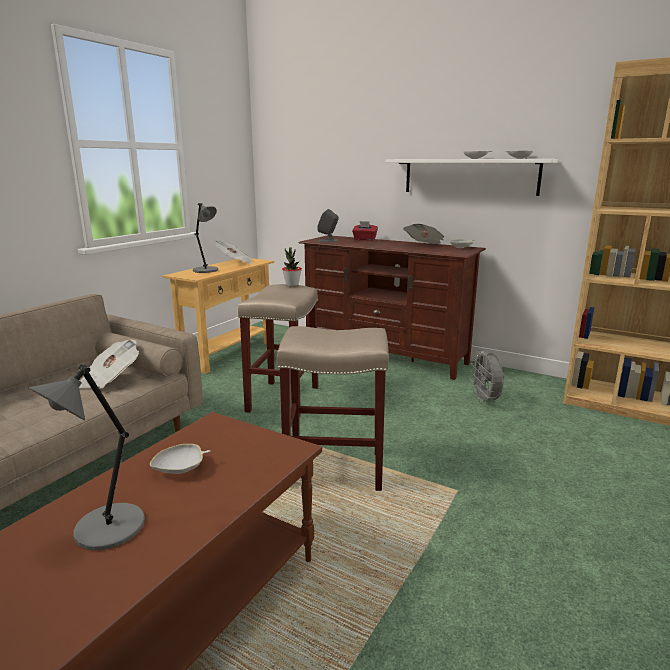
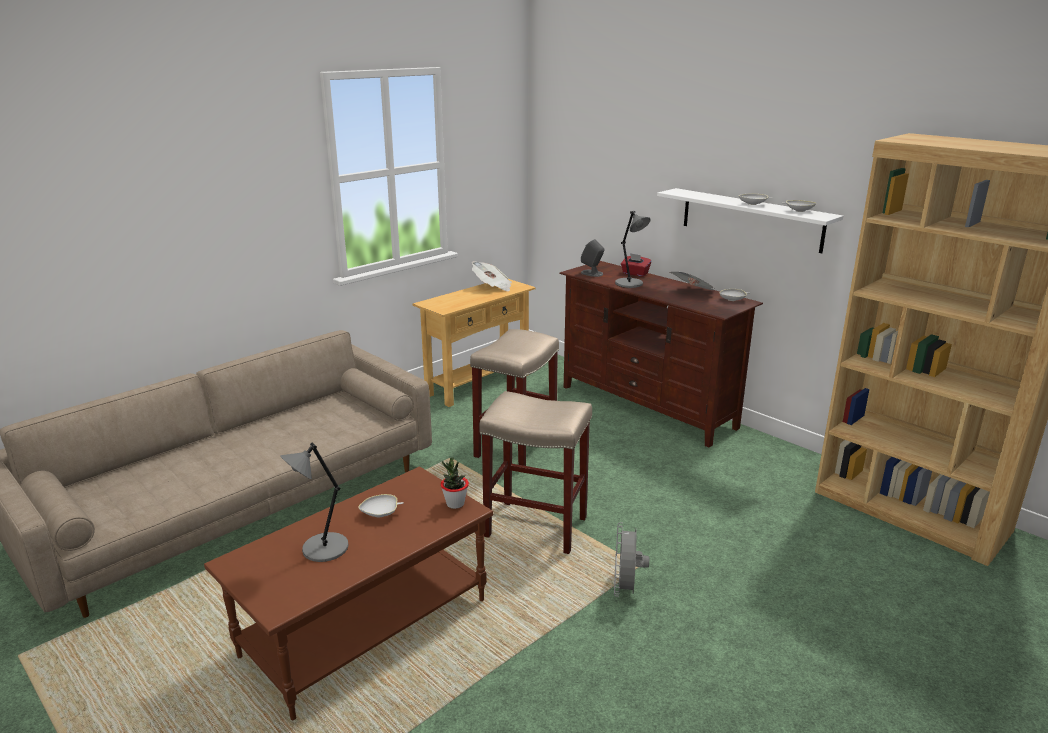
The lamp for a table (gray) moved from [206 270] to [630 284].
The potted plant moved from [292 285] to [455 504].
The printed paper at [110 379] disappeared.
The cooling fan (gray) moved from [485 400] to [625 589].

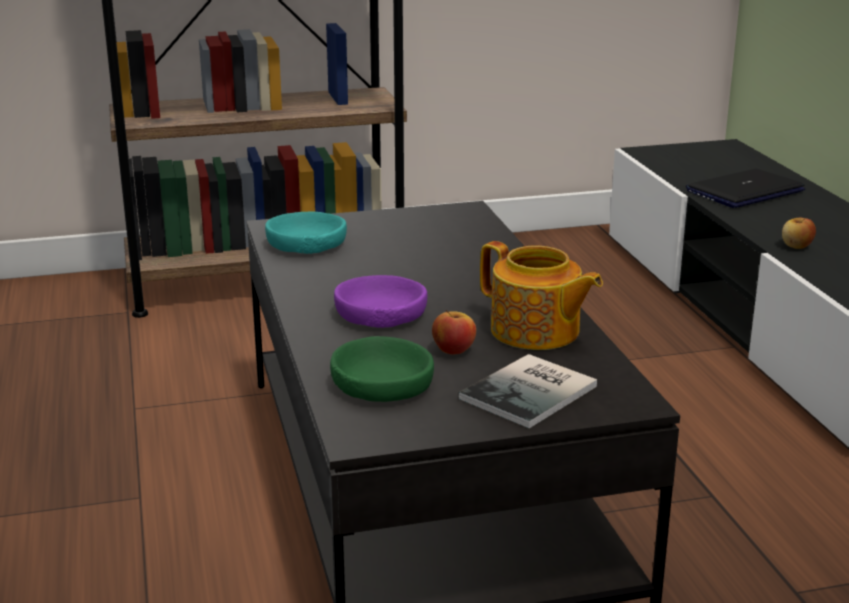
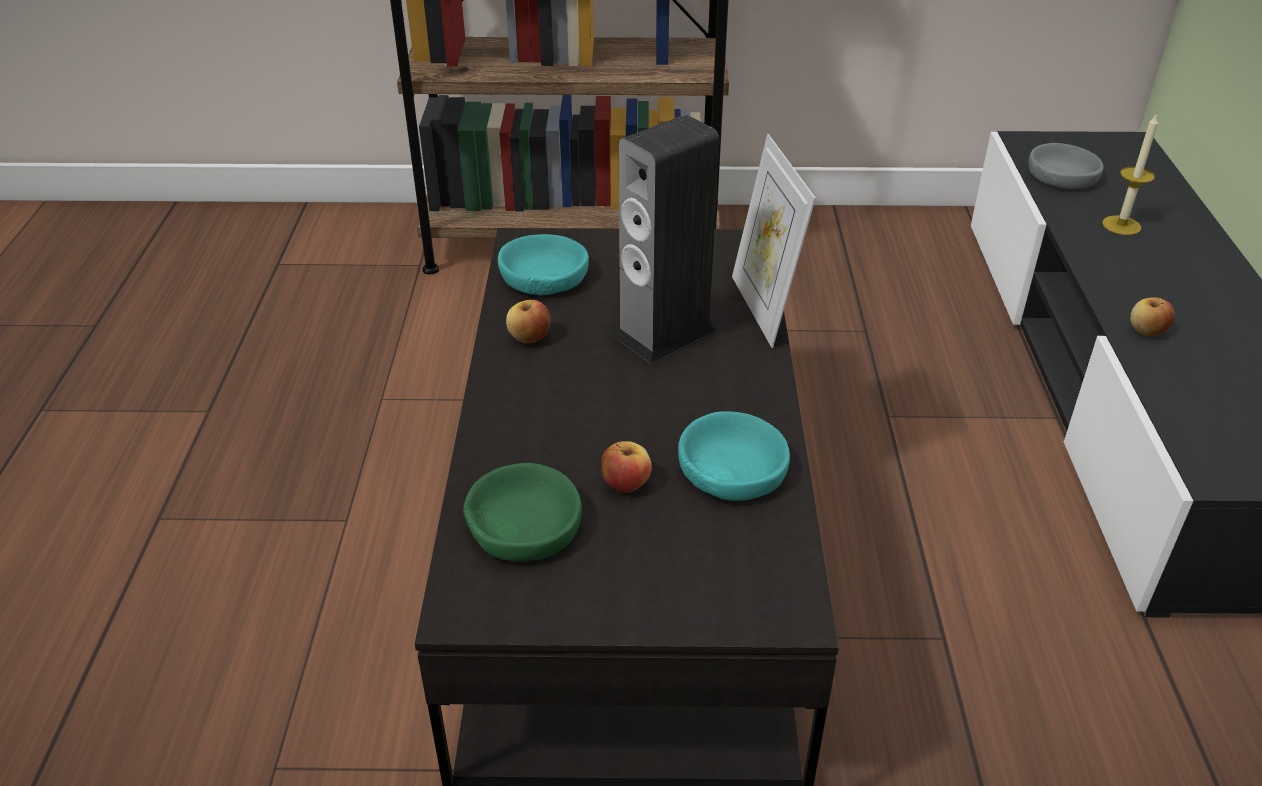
The laptop at [745 191] was replaced by the wax light at [1121 225].
The teapot at [536 332] was replaced by the deep dish (turquoise-coloured) at [732 469].
The deep dish (purple-coloured) at [381 313] disappeared.
The volume at [533 392] disappeared.
The speaker at [664 333] appeared.
The picture frame at [764 309] appeared.
The deep dish (gray) at [1062 176] appeared.
The whole apple at [529 337] appeared.

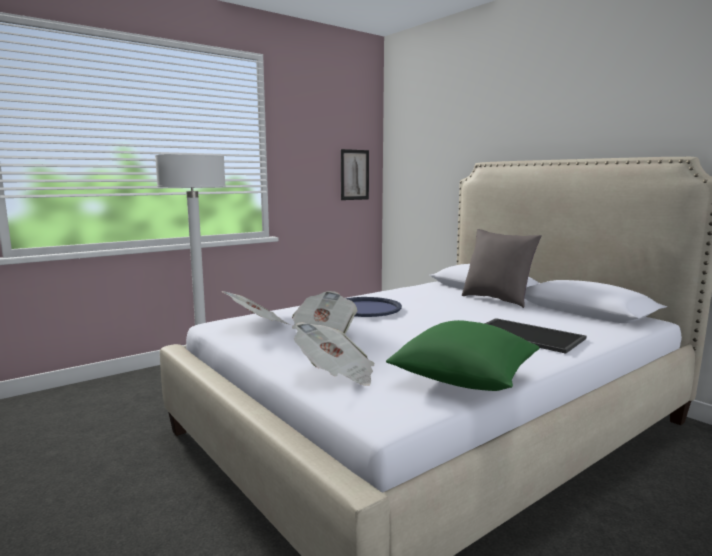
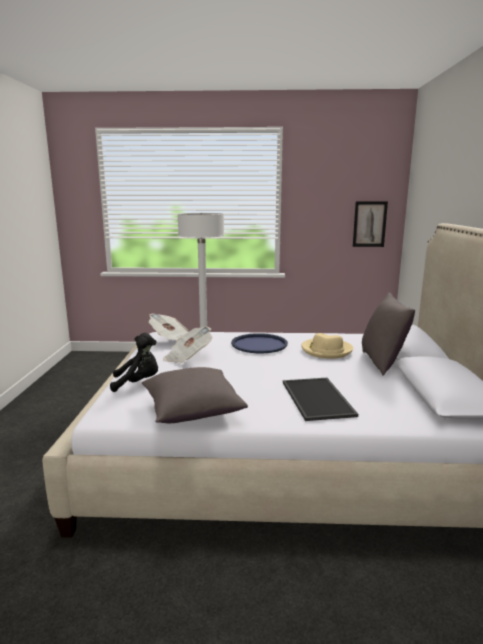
The cushion (green) at [463 379] became the cushion (gray) at [192 411].
The printed paper at [336 374] was replaced by the cuddly toy (black) at [138 383].
The wearable hat (sand-coloured) at [326 350] appeared.

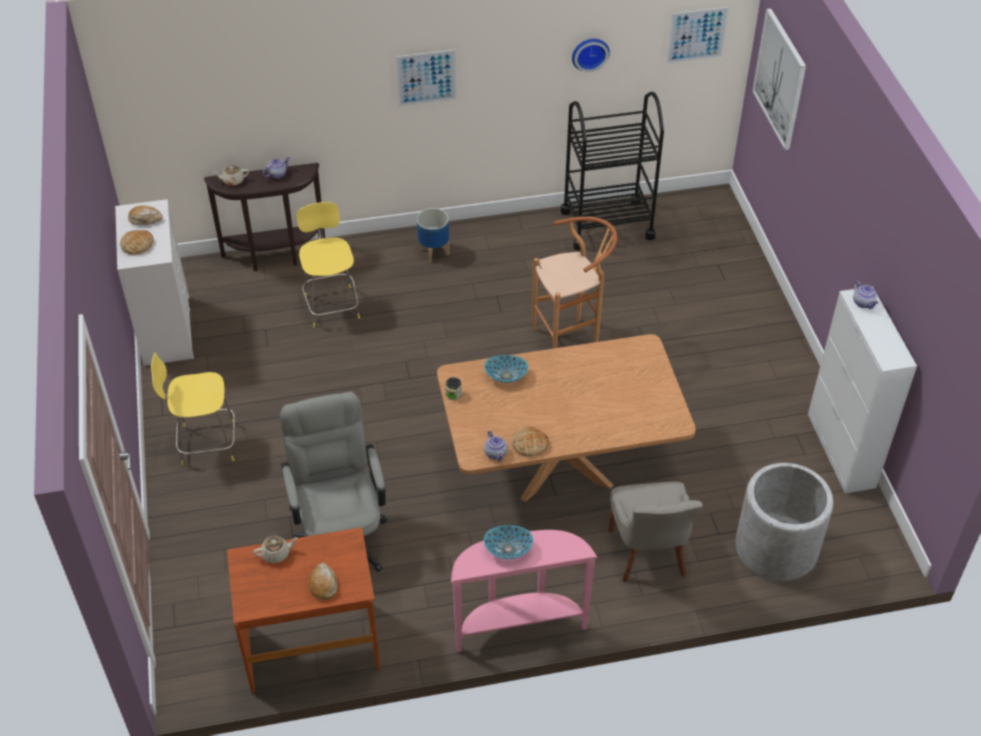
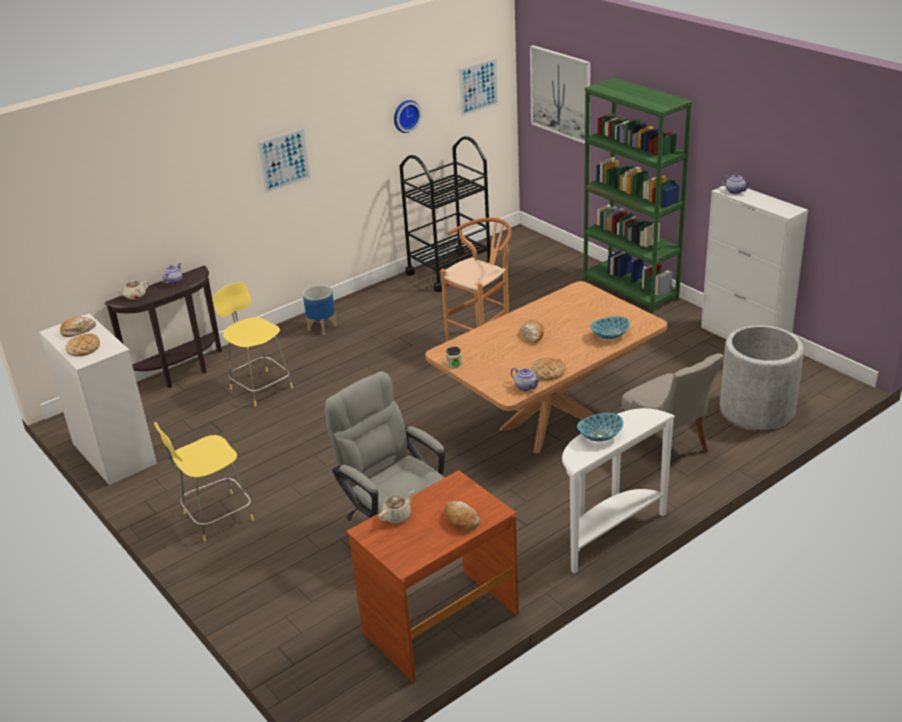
The deep dish moved from [506 376] to [609 335].
The narrow table (pink) at [518 625] became the narrow table (whitish) at [608 534].
The bookshelf (green) at [630 290] appeared.
The bread at [532 335] appeared.

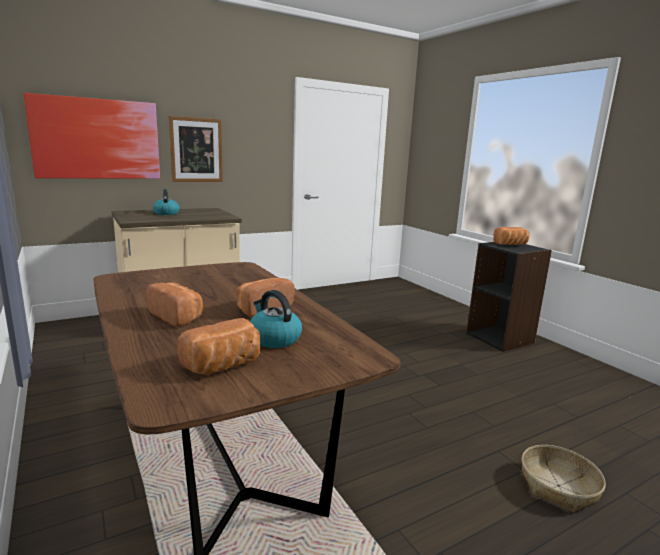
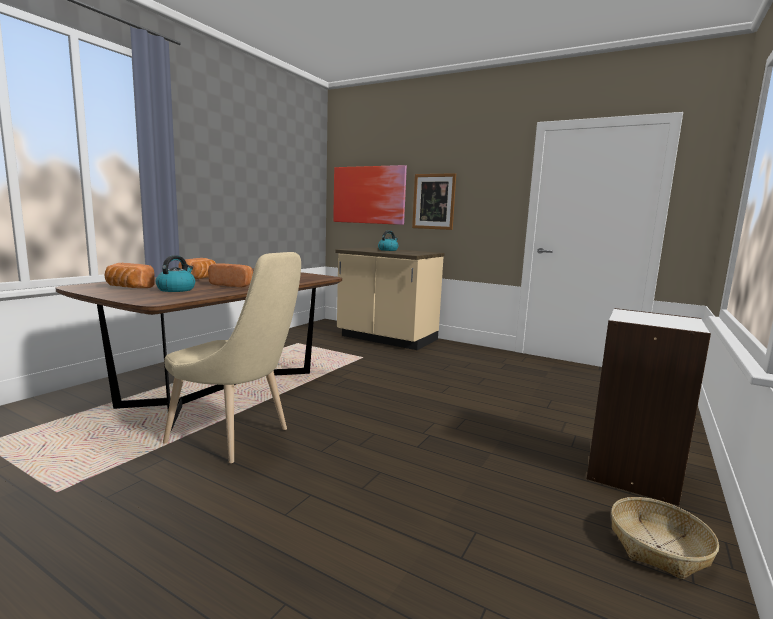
The bread at [511 244] disappeared.
The bookshelf (black) at [500 338] became the bookshelf (whitish) at [633 473].
The household basket moved from [558 486] to [658 547].
The plain chair (sand-coloured) at [235 437] appeared.

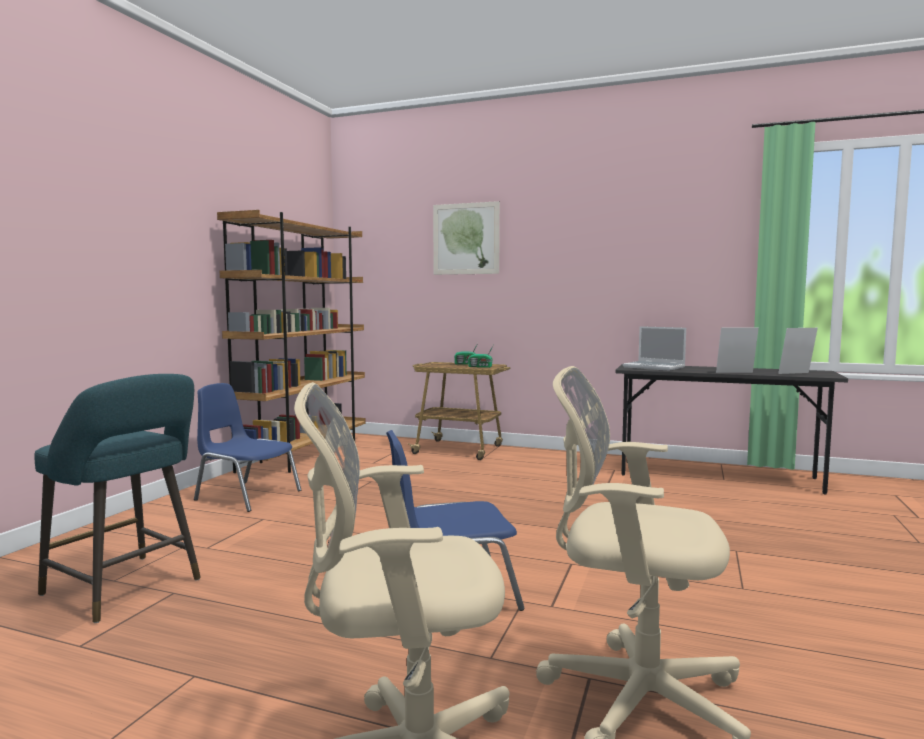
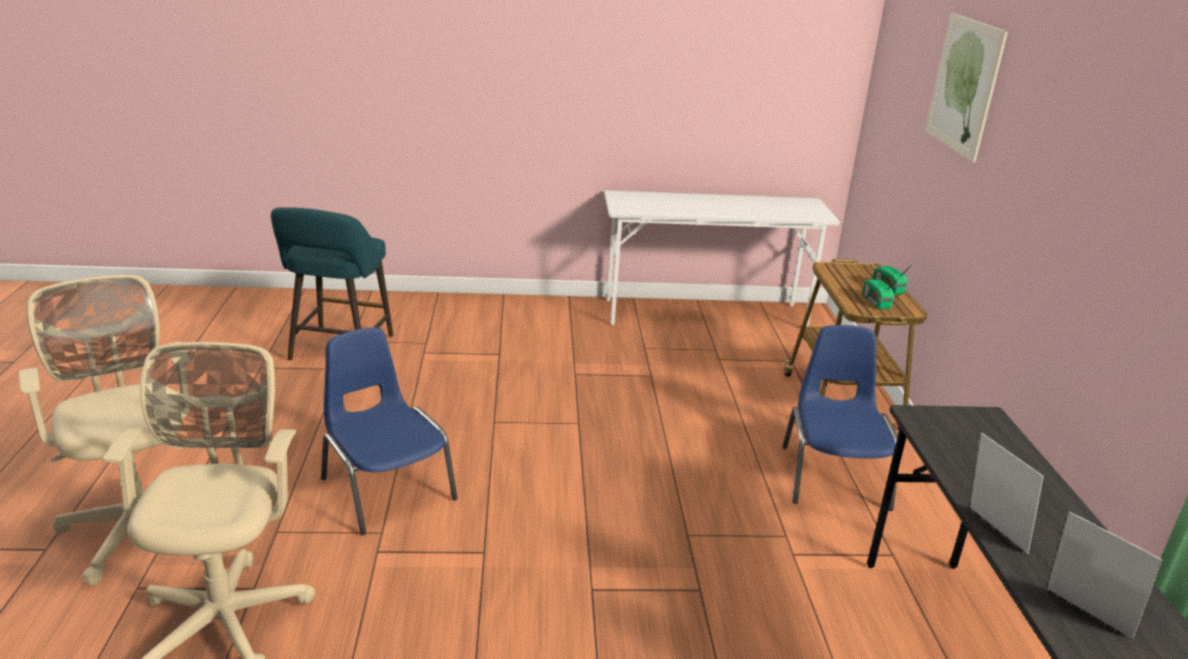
The bookshelf (brown) at [304 455] was replaced by the desk unit (whitish) at [705 314].
The laptop at [654 367] disappeared.
The plain chair (bluish) moved from [246 495] to [833 476].

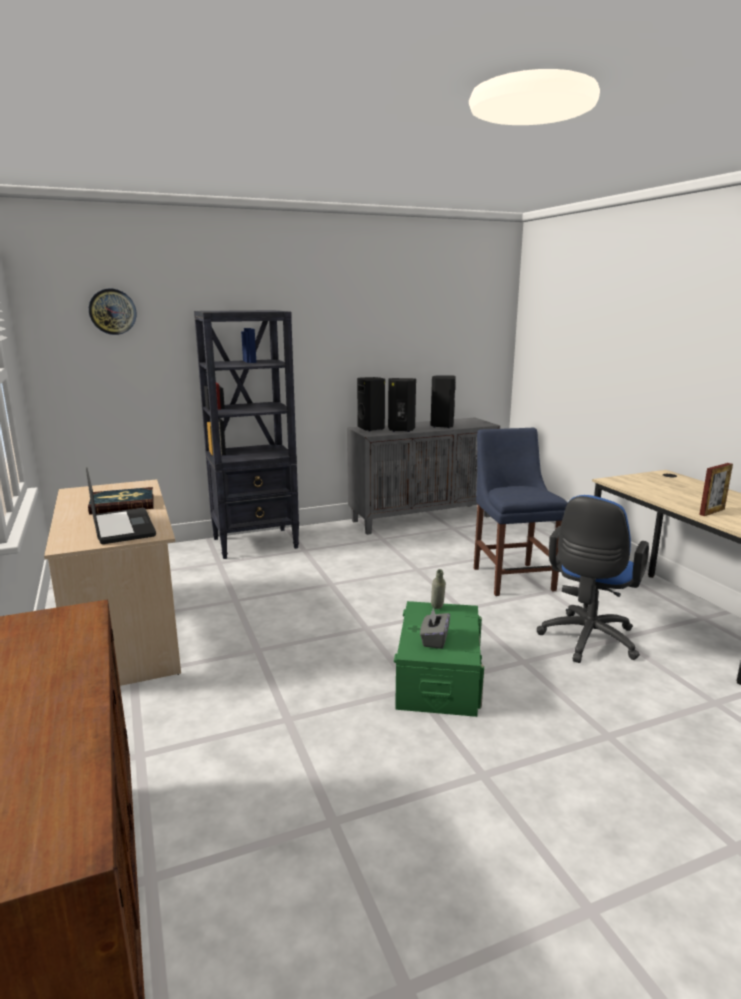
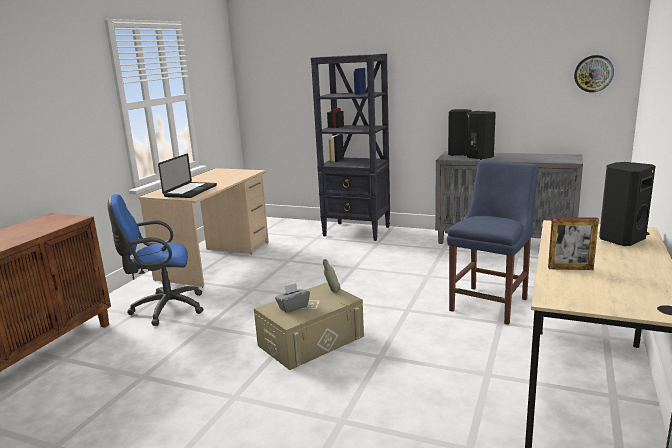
The hanging clock moved from [112 311] to [593 73].
The speaker (black) moved from [442 426] to [620 239].
The volume at [122 504] disappeared.
The desk chair (bluish) moved from [587 641] to [164 309].
The storage bin (green) at [438 677] became the storage bin (sand-coloured) at [311 341].

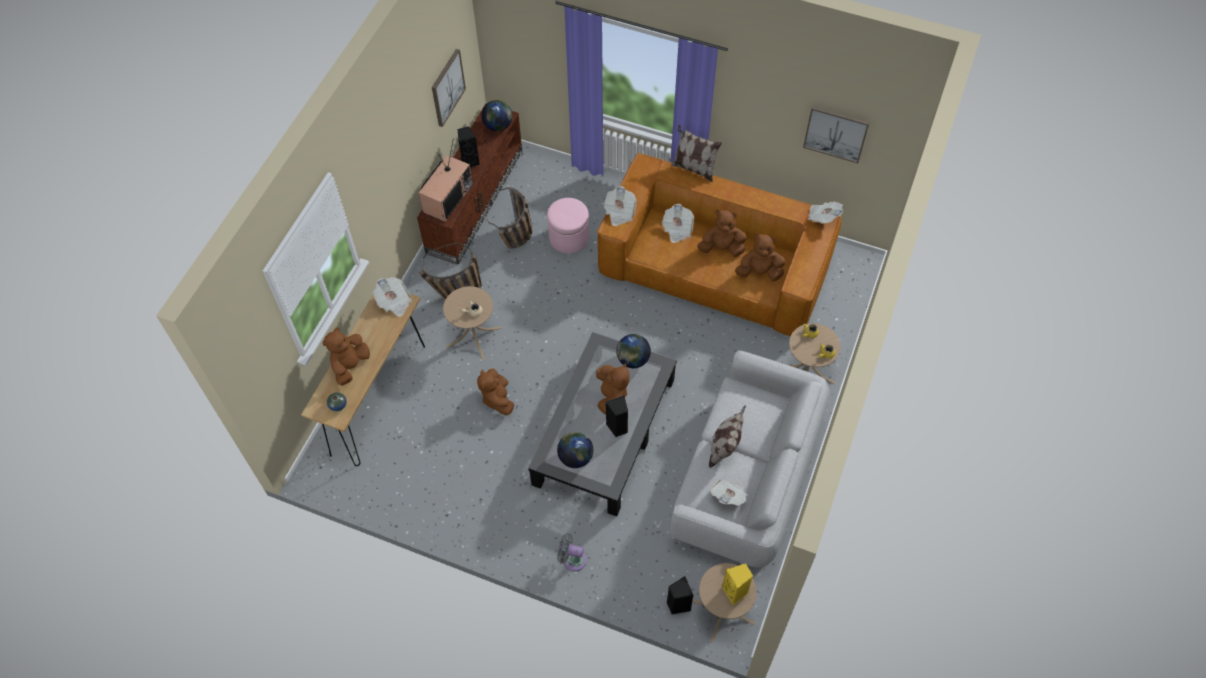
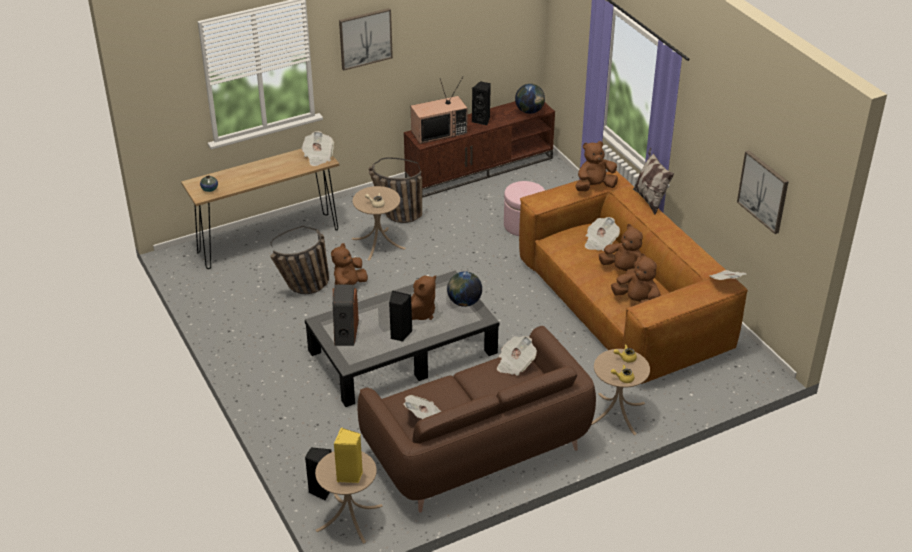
The picture moved from [447 87] to [365 38].
The printed paper moved from [619 212] to [515 364].
The household basket moved from [516 241] to [304 289].
The cuddly toy (brown) moved from [350 365] to [594 187].
The sofa (gray) at [746 478] became the sofa (brown) at [477 448].
The cushion at [724 447] disappeared.
The globe at [575 457] was replaced by the speaker at [345 332].
The cooling fan (gray) at [572 559] disappeared.

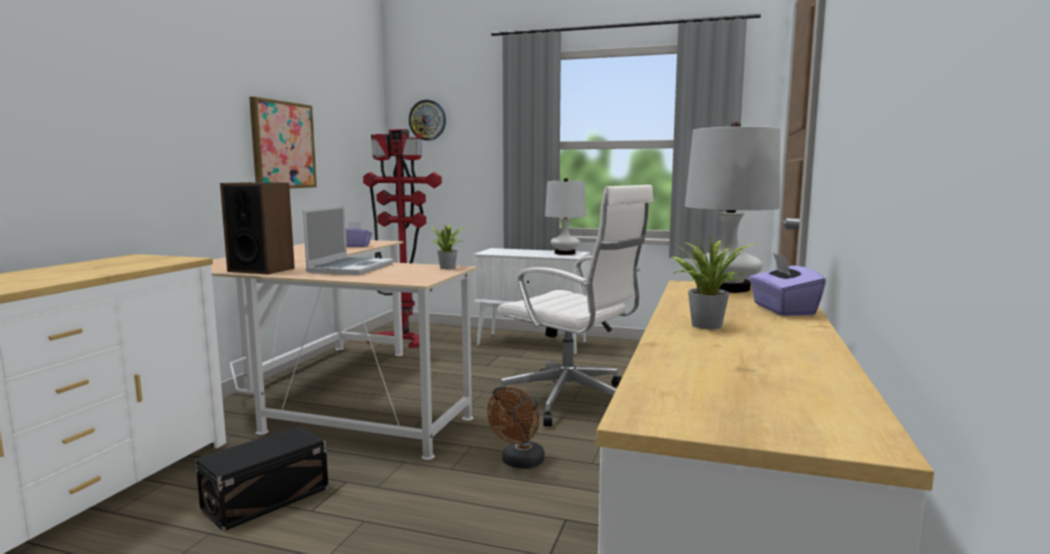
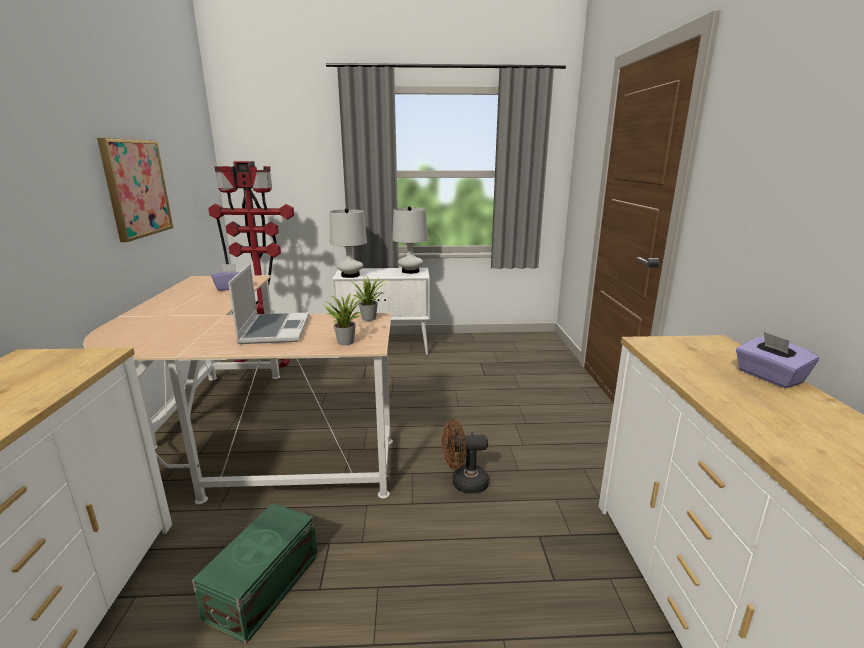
The hanging clock at [427 120] disappeared.
The lamp for a table (whitish) moved from [727 288] to [350 275].
The speaker at [261 270] disappeared.
The desk chair (whitish) at [572 401] disappeared.
The potted plant moved from [705 324] to [345 341].
The cooling fan (brown) at [519 463] turned 75 degrees clockwise.
The storage bin (black) at [268 498] became the storage bin (green) at [266 585].

